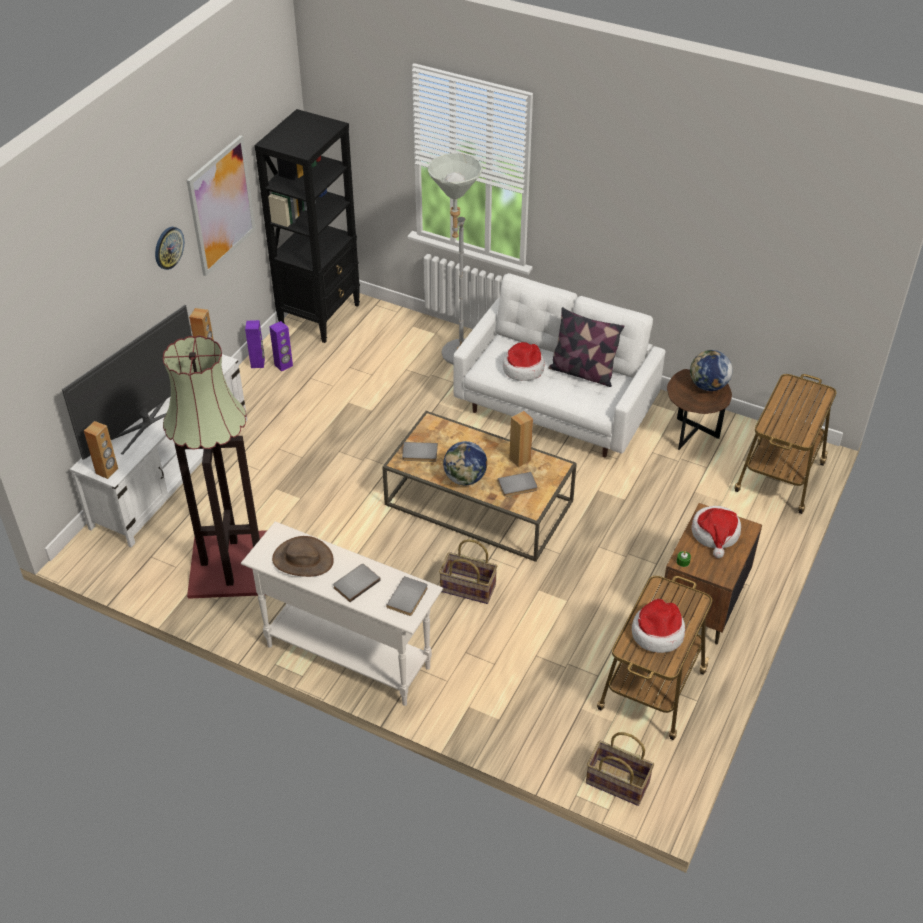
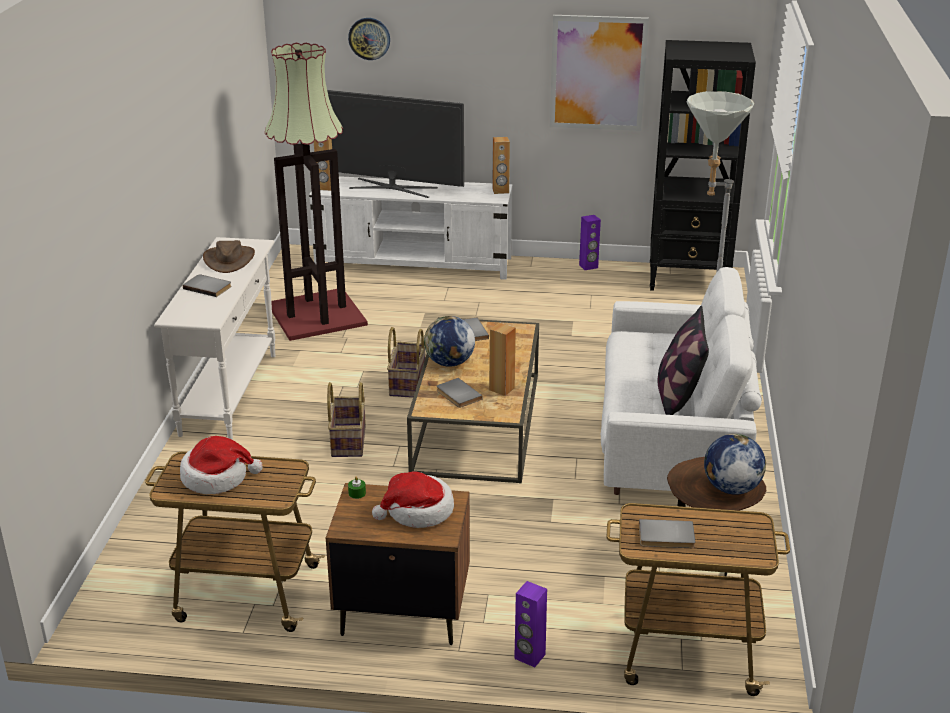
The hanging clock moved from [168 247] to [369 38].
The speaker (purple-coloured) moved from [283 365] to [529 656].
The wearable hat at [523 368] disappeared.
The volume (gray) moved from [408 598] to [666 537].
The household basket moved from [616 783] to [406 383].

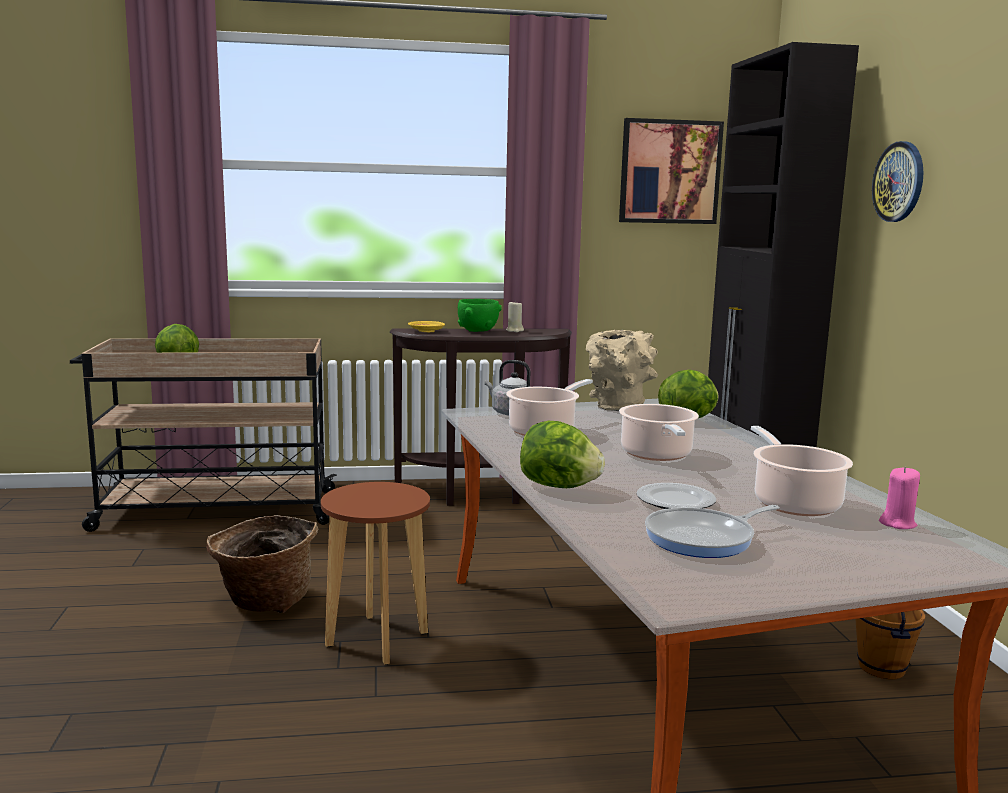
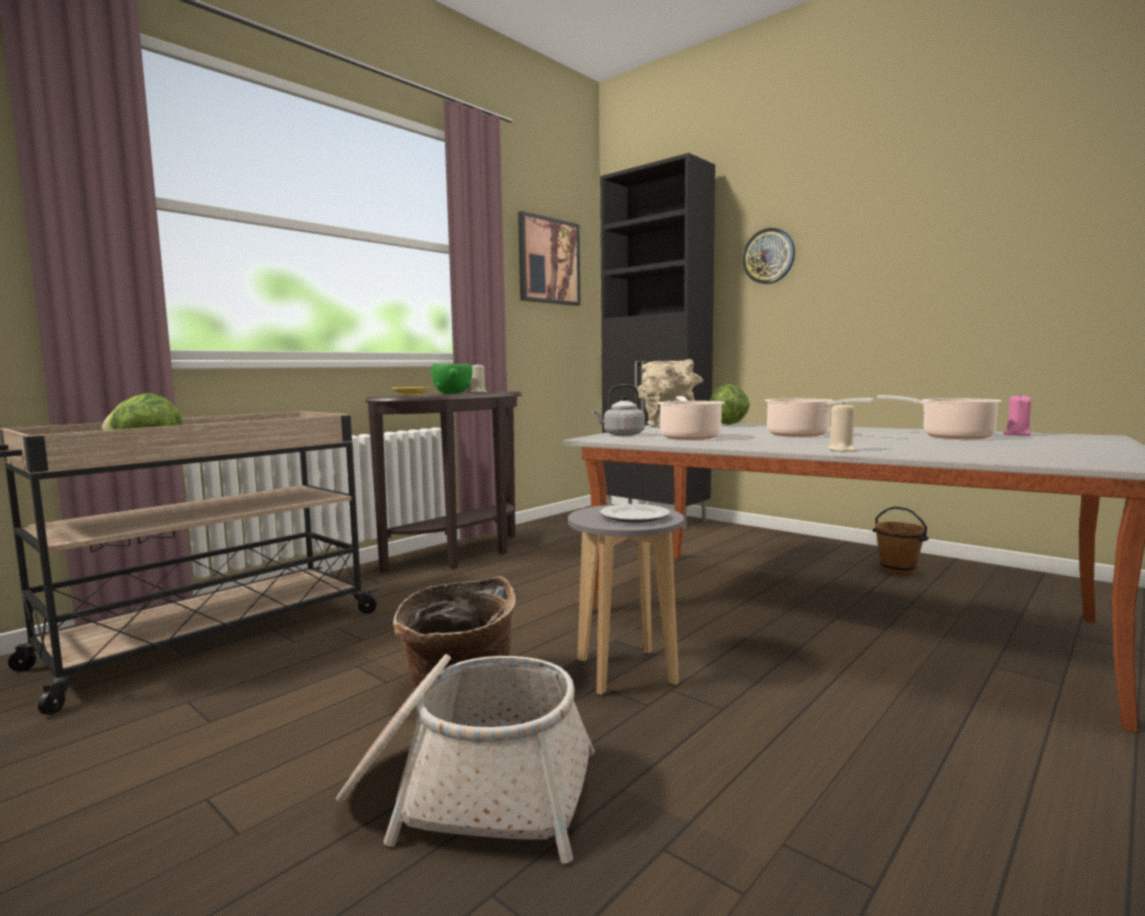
The lettuce at [558 486] was replaced by the wax light (sand-coloured) at [841 450].
The stool (brown) at [376 639] became the stool (gray) at [625 672].
The flat dish moved from [674 501] to [634 517].
The pan at [704 539] disappeared.
The household basket at [469 792] appeared.

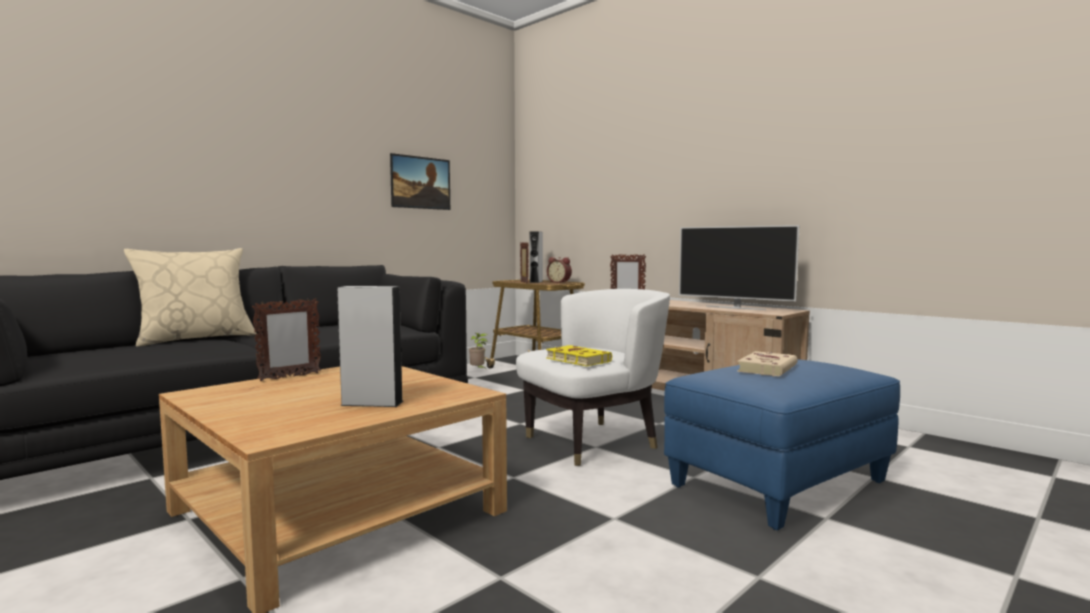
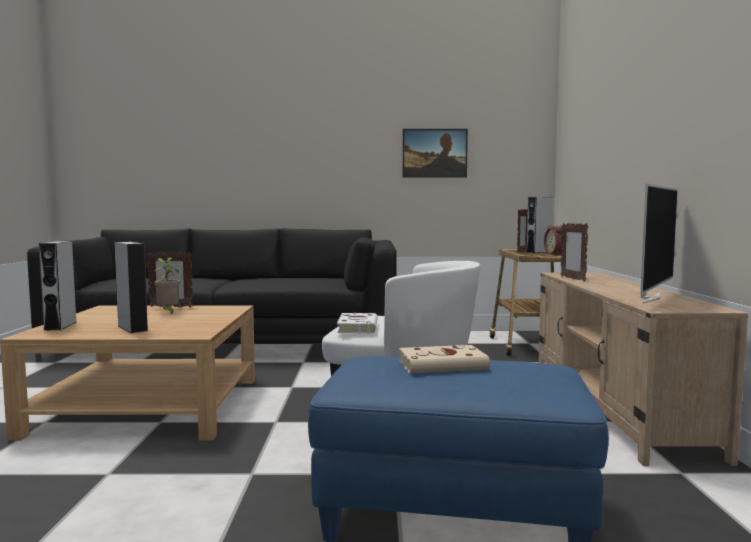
The television at [735 308] turned 135 degrees counterclockwise.
The cushion (sand-coloured) at [195 339] disappeared.
The potted plant moved from [478 370] to [168 312].
The volume (yellow) at [576 360] became the volume (whitish) at [357 327].
The speaker (gray) at [60 326] appeared.

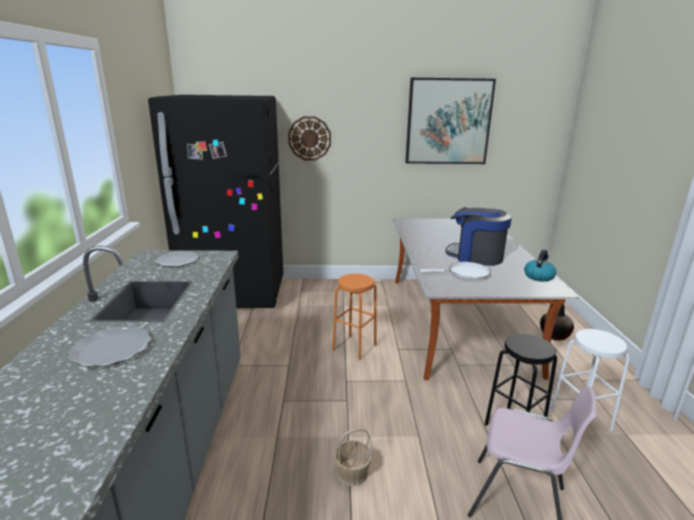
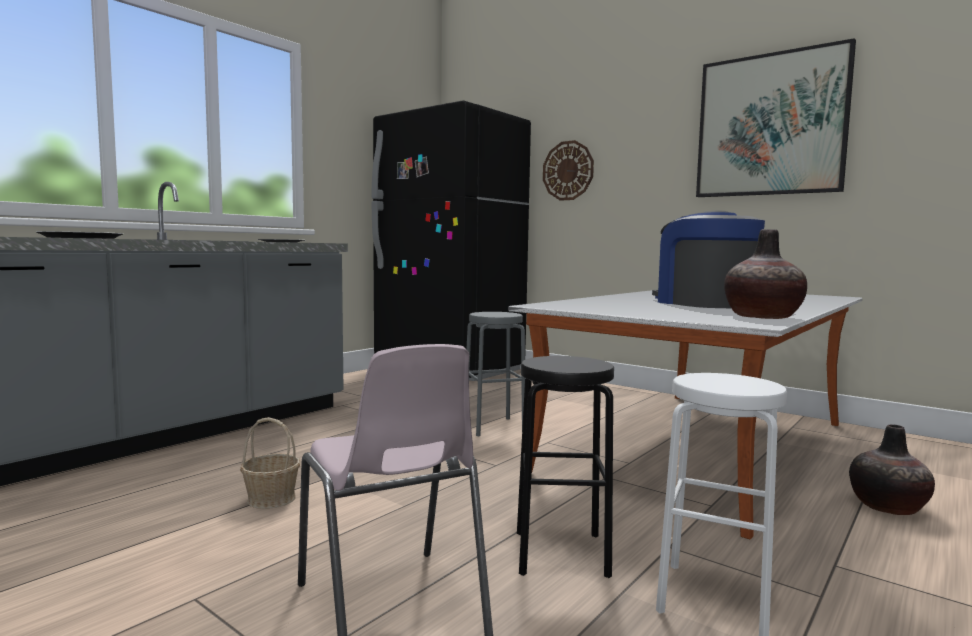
The kettle at [538 276] was replaced by the flower vase at [762 317].
The pan (whitish) at [465 273] disappeared.
The stool (orangey) at [354 347] became the stool (gray) at [493 426].

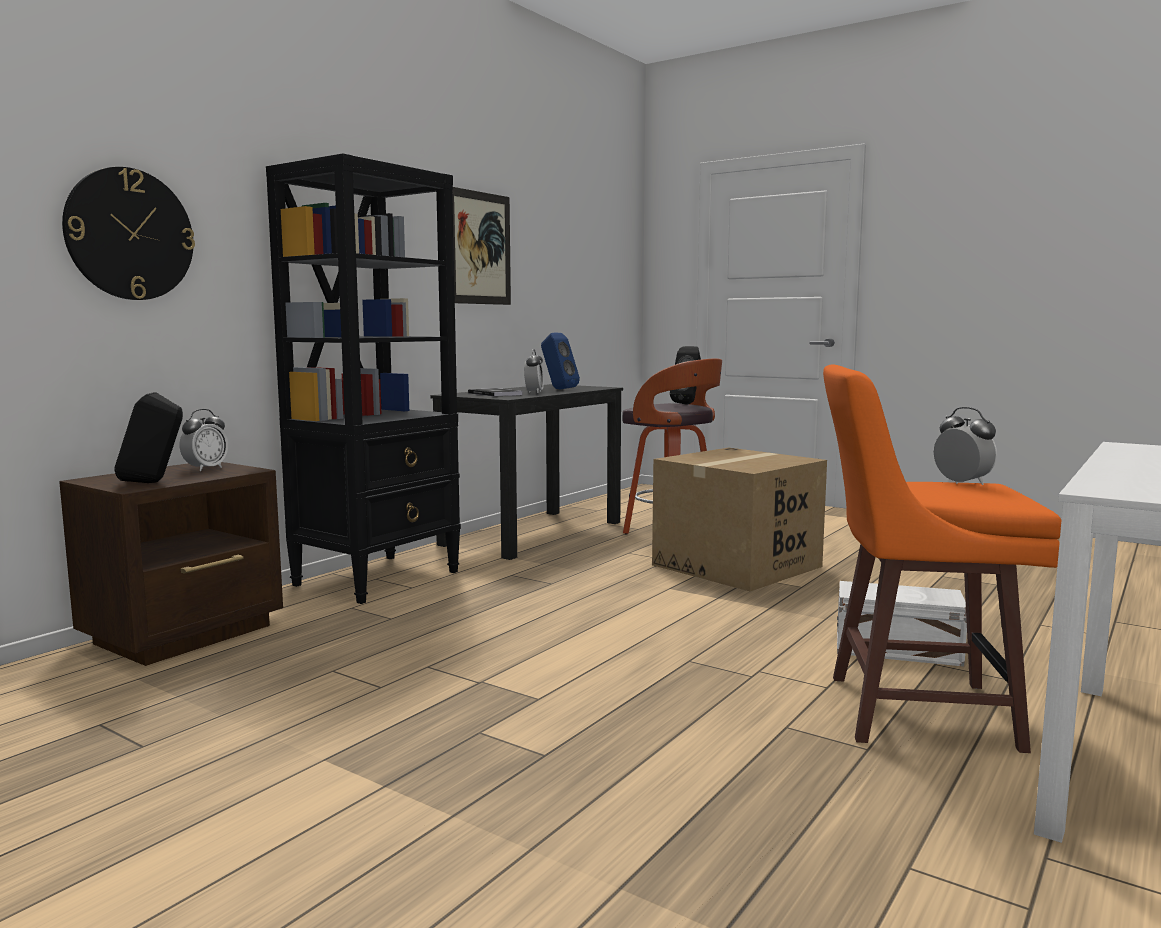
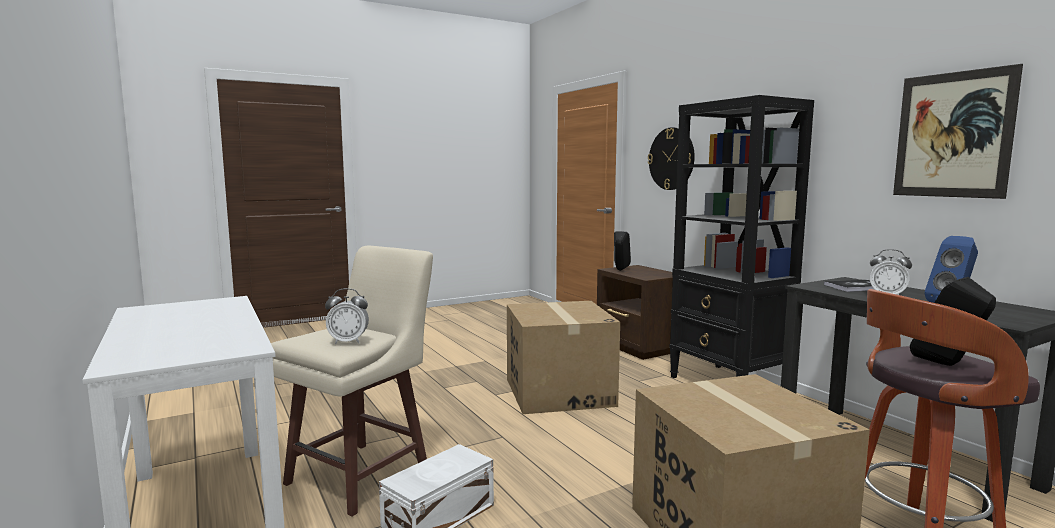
The stool (orangey) at [914 711] became the stool (sand-coloured) at [362 475].
The table clock at [205 469] disappeared.
The carton at [558 392] appeared.

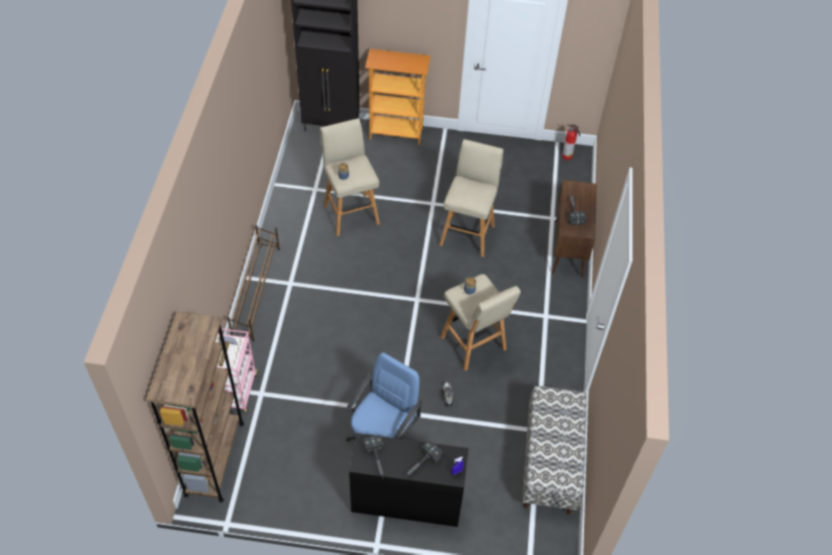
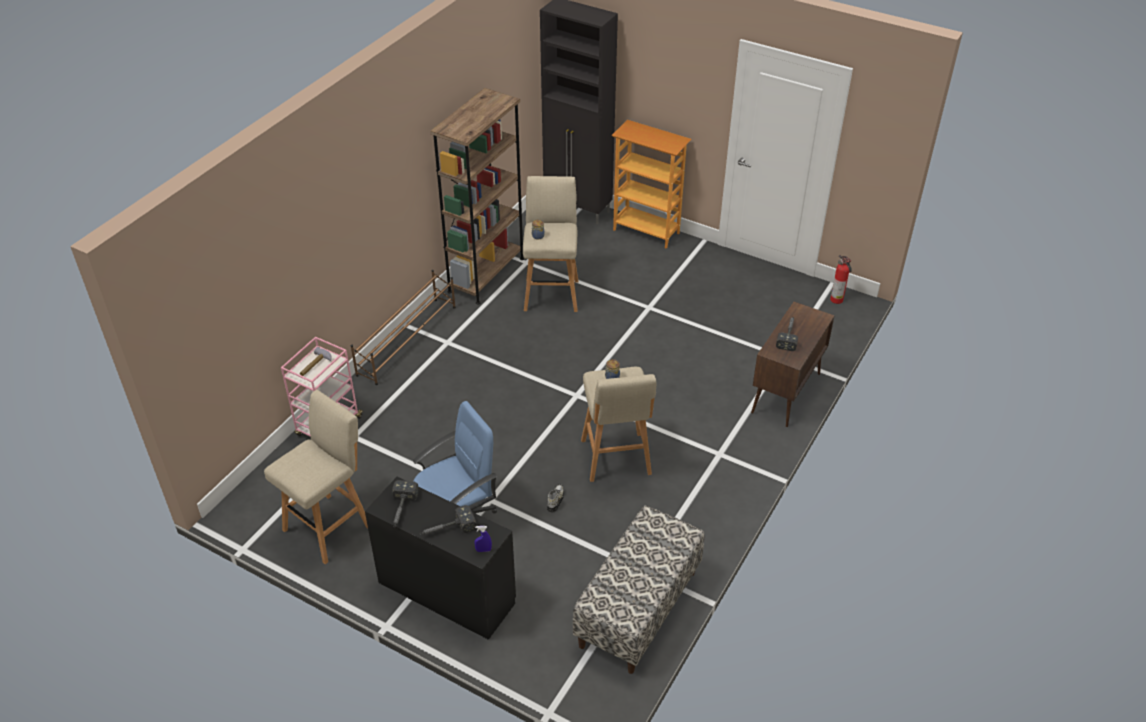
The stool (sand-coloured) moved from [467 234] to [329 526].
The bookshelf (brown) moved from [214 458] to [486 275].

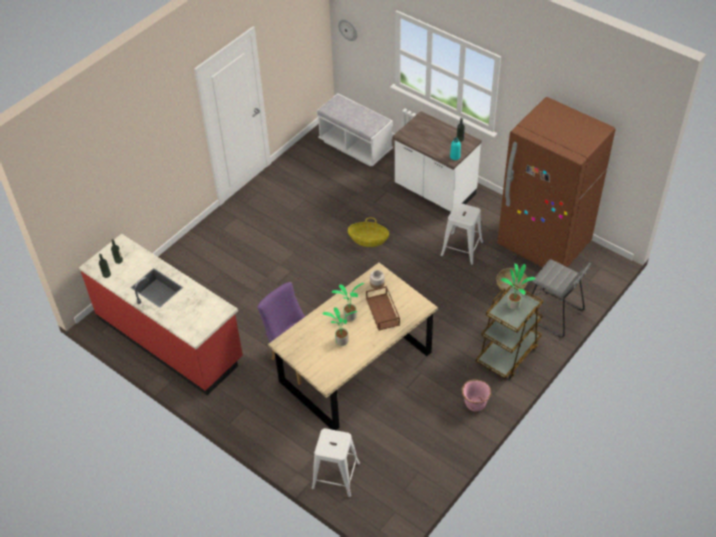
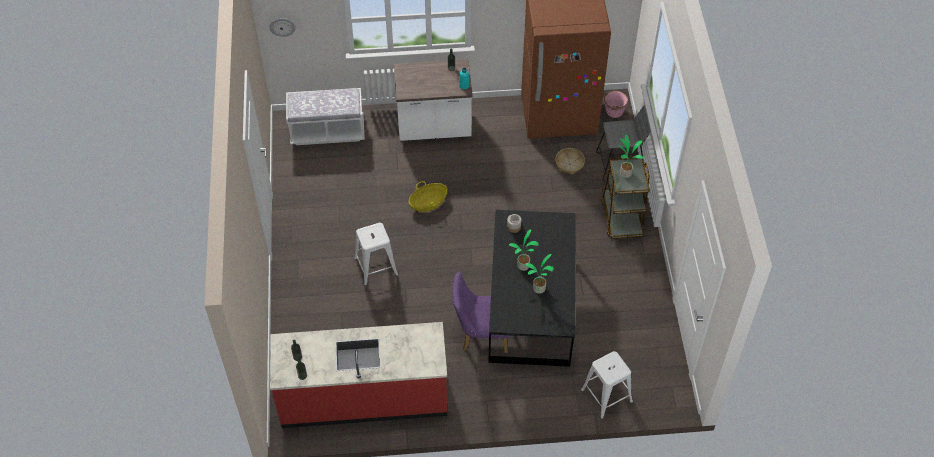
The stool (whitish) moved from [461 248] to [376 266].
The dinner table (sand-coloured) at [356 367] became the dinner table (black) at [531 307].
The carrying tray (brown) at [383 312] disappeared.
The plant pot (pink) moved from [474 404] to [614 113].

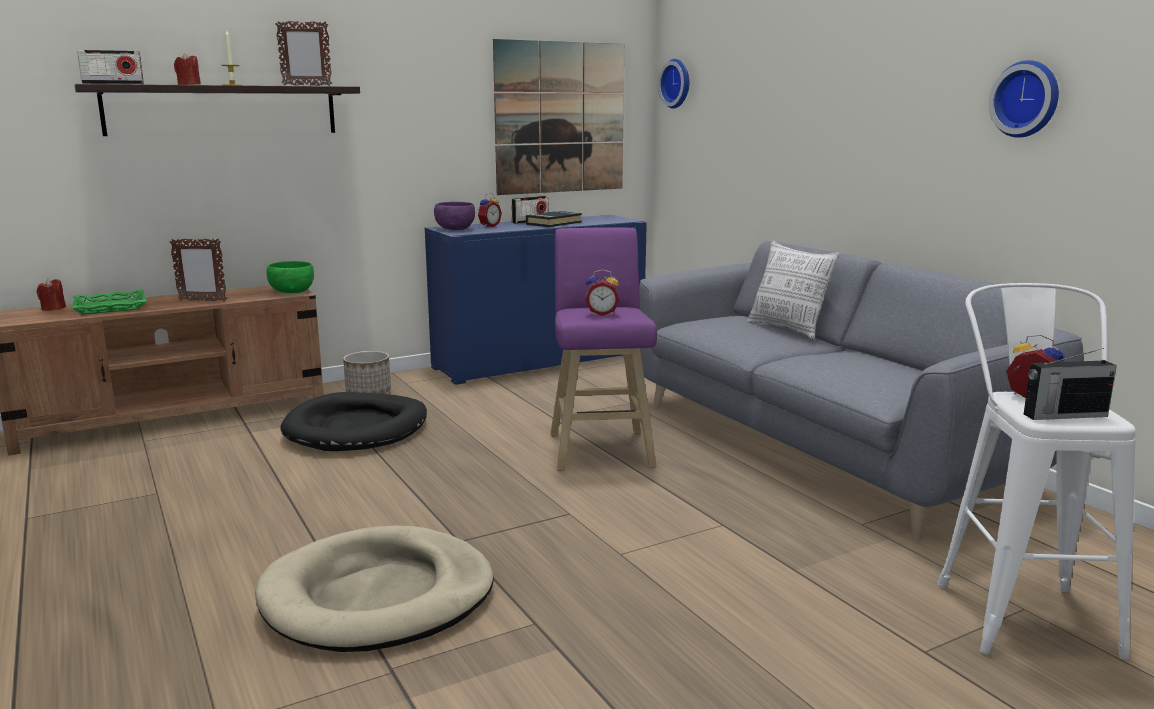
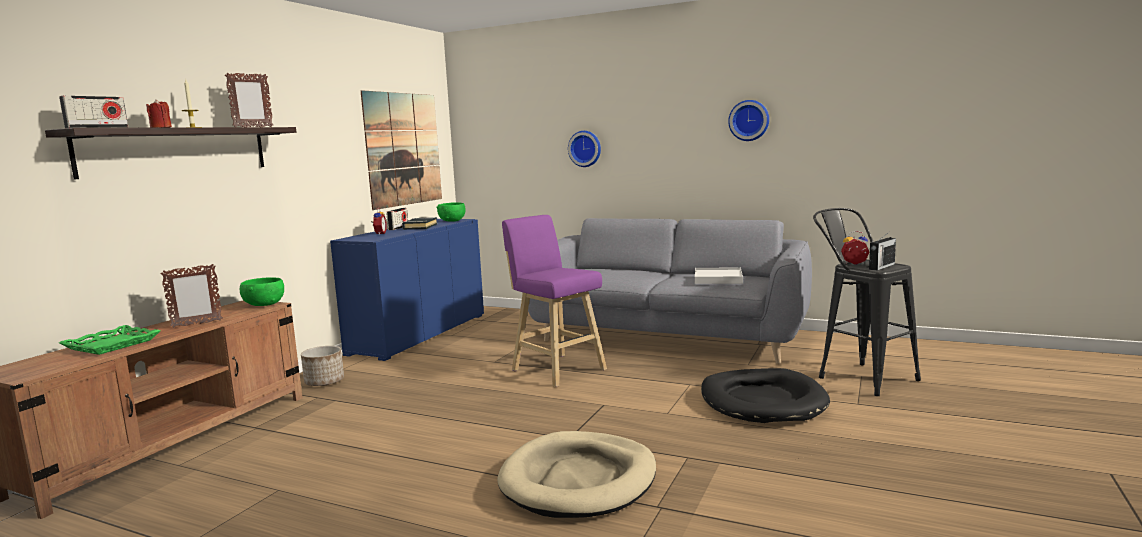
The hanging clock moved from [677 83] to [585 148].
The deep dish (purple-coloured) at [455 229] disappeared.
The cushion at [788 329] disappeared.
The table clock at [602 313] disappeared.
The wax light (red-coloured) at [53 308] disappeared.
The stool (whitish) at [1019 609] became the stool (black) at [860 376].
The pet bed (black) moved from [357 428] to [762 401].
The deep dish (green) at [452 221] appeared.
The carrying tray (whitish) at [718 278] appeared.

